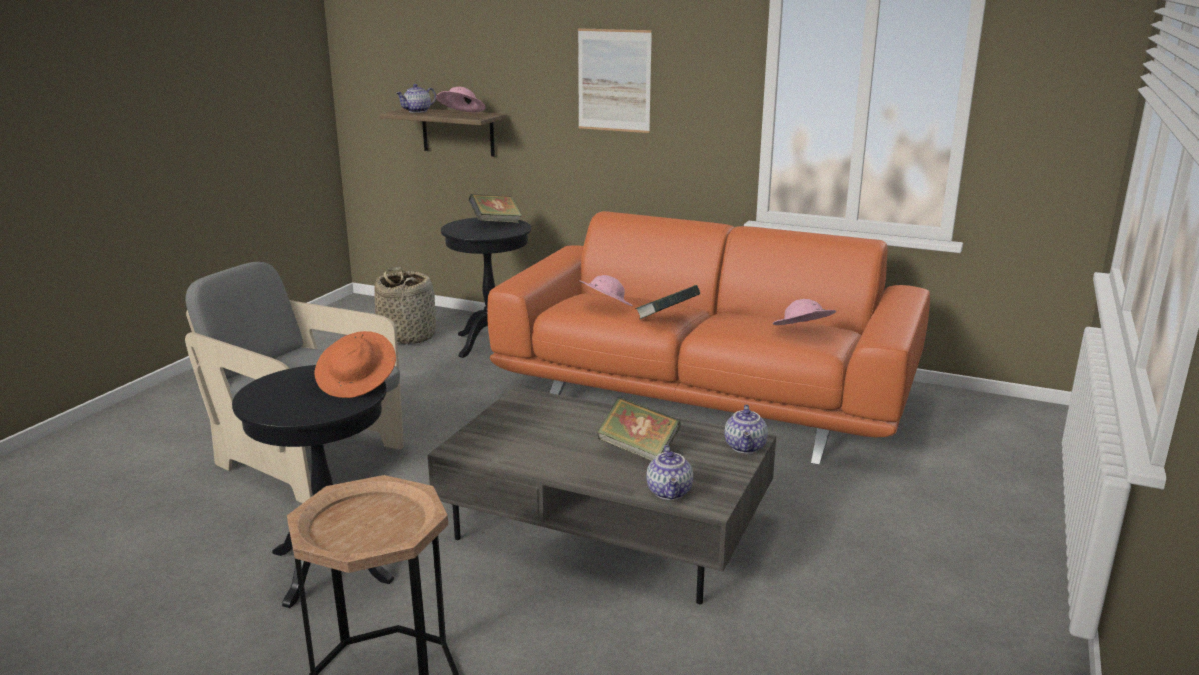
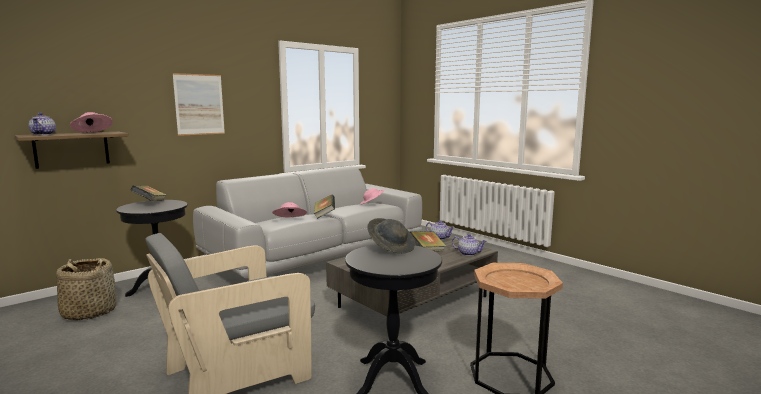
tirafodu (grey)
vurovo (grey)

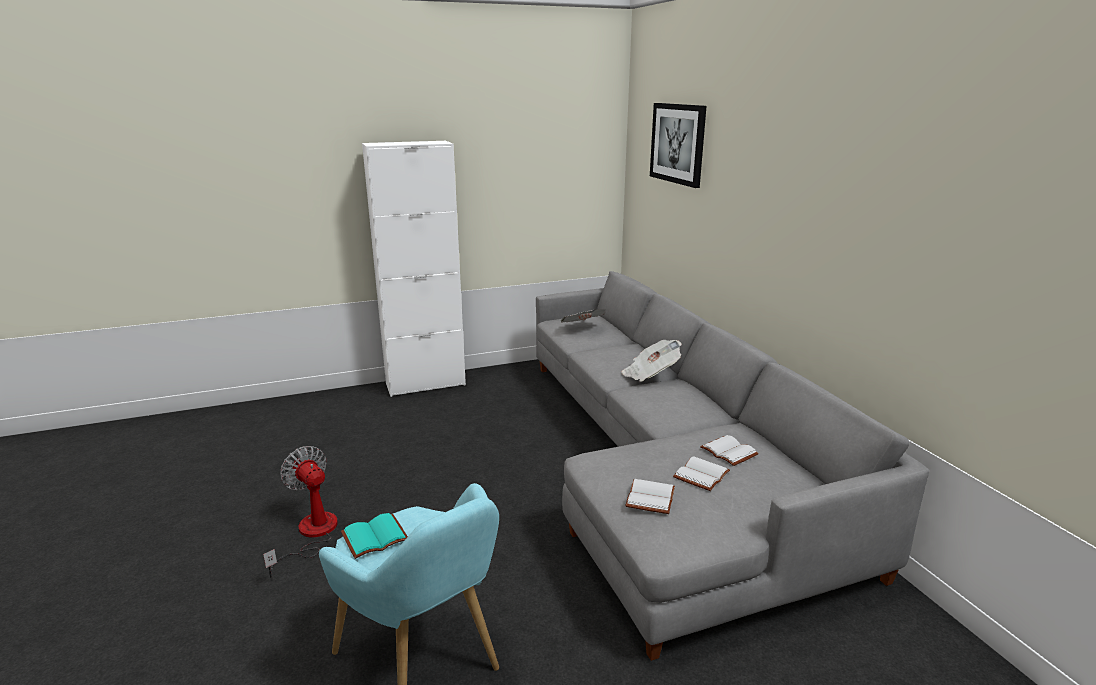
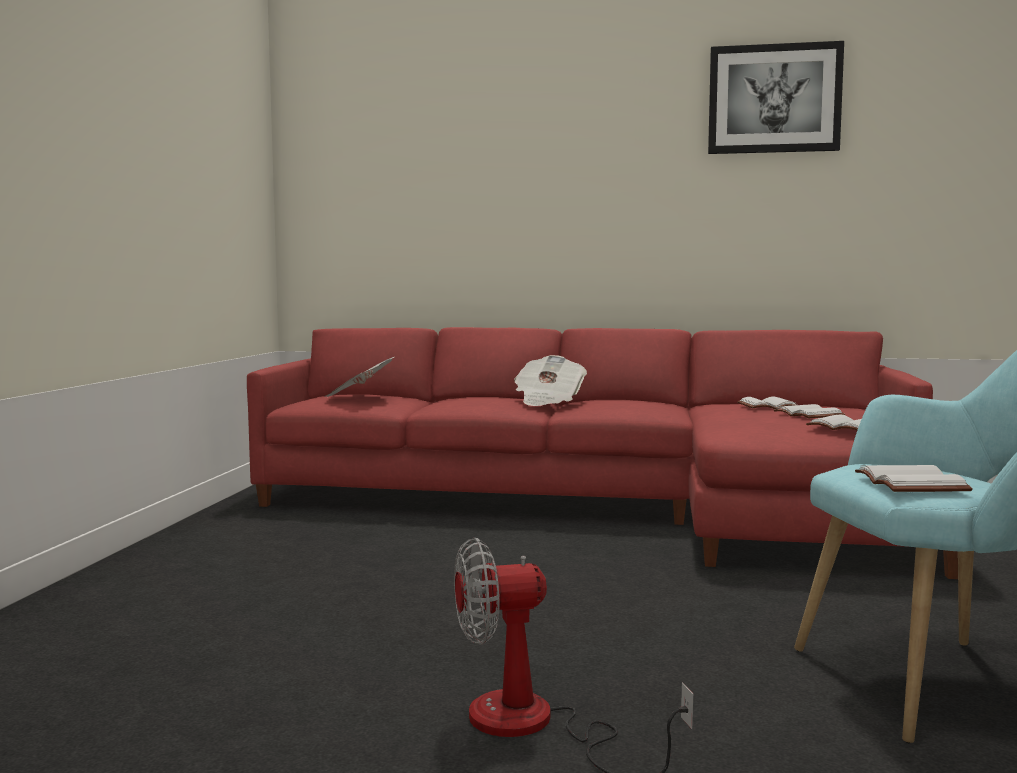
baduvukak
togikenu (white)
tirafodu (red)
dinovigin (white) (no. 4 from left)

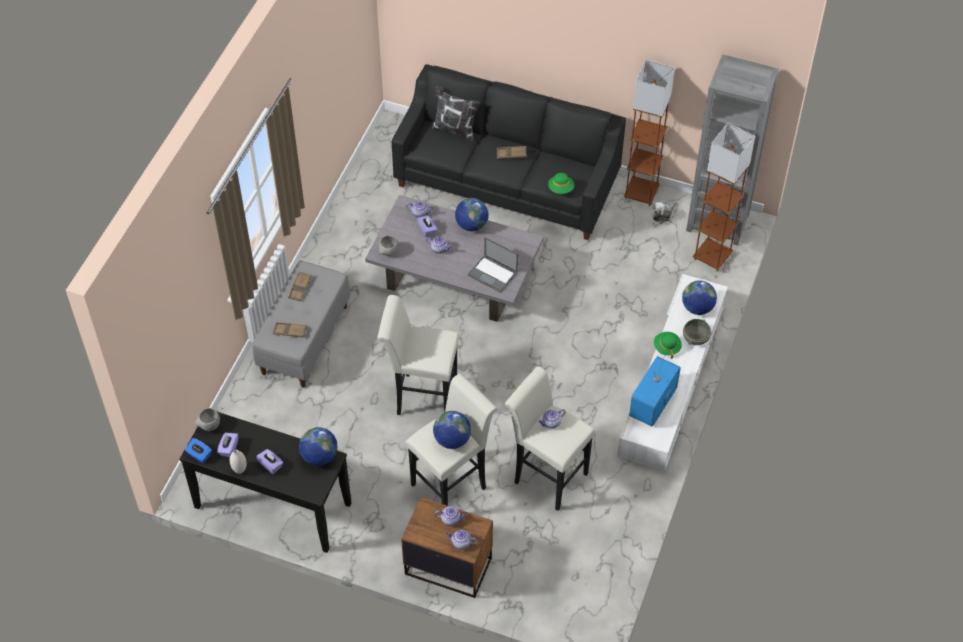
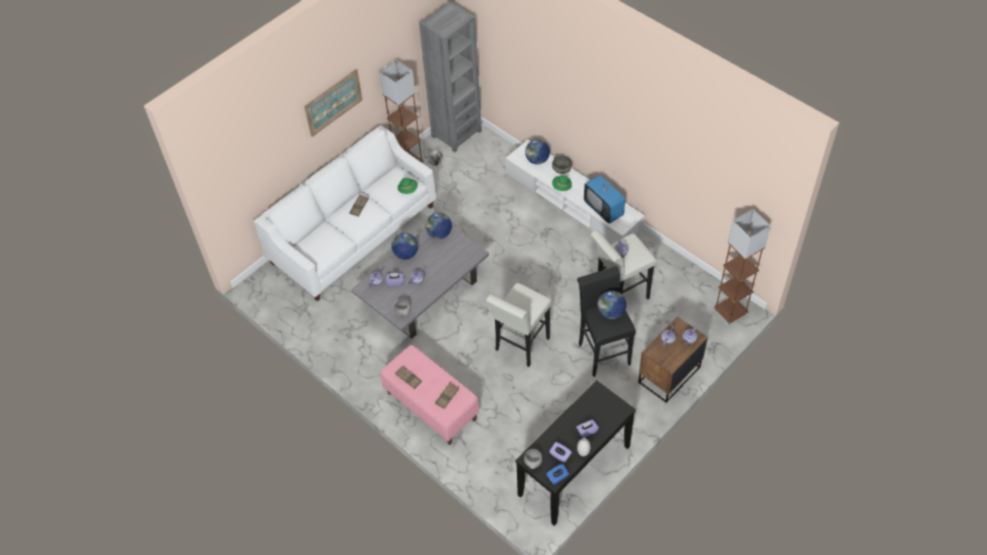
tirafodu (white)
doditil
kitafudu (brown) (no. 2 from left)
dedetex
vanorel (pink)
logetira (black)
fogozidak (no. 2 from left)
baduvukak

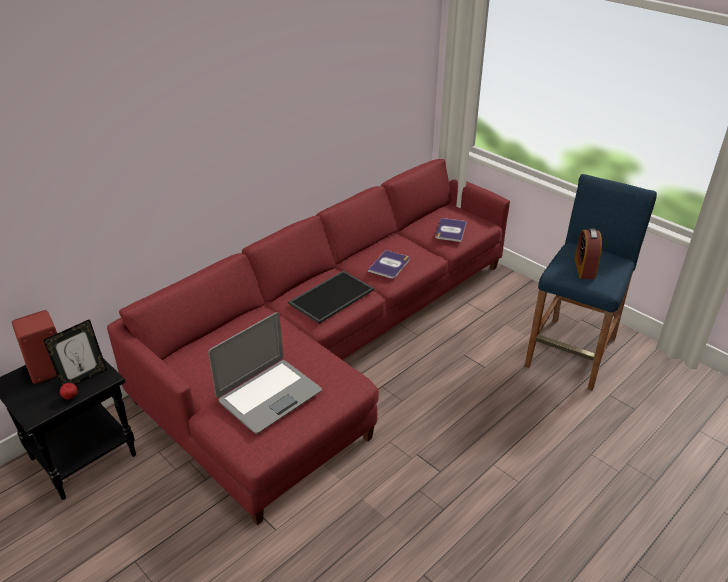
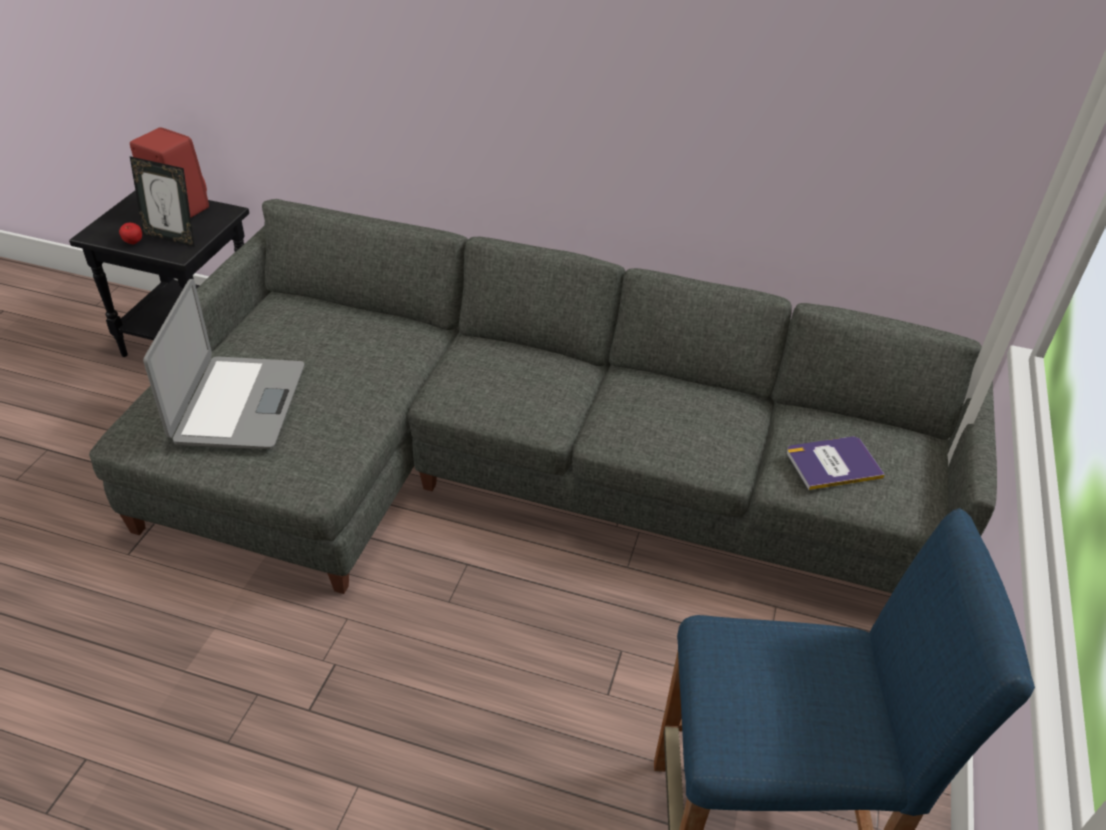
tirafodu (grey)
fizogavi
dinovigin (no. 1 from left in the first image)
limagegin
dedetex

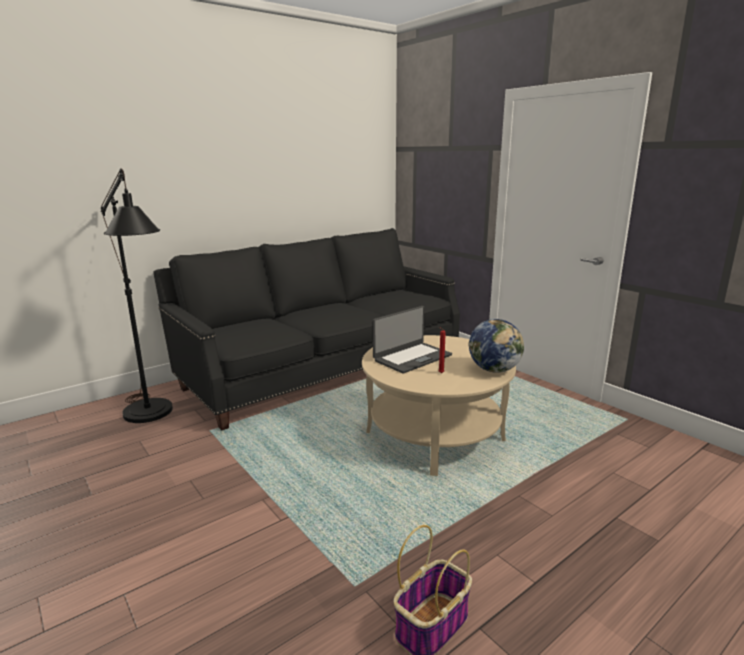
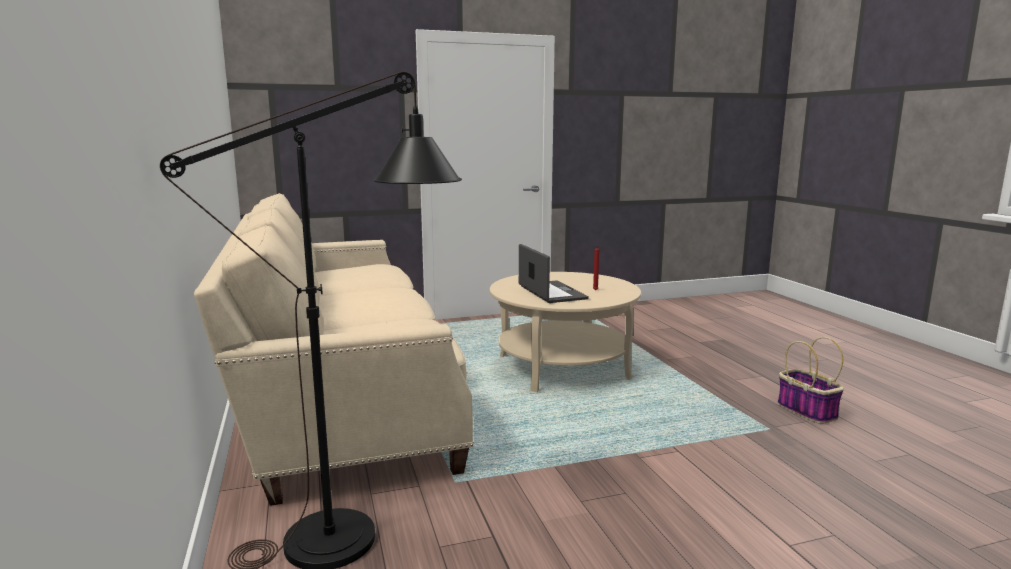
tirafodu (beige)
fogozidak

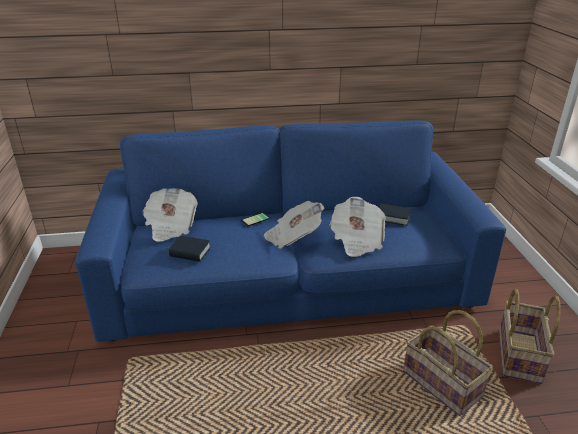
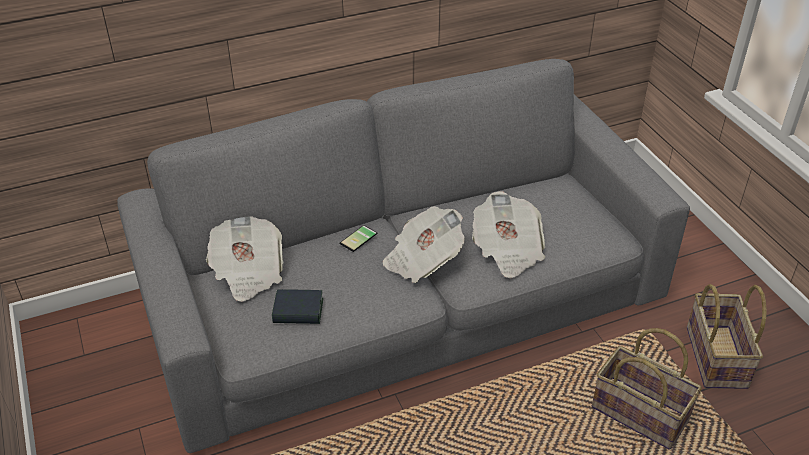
tirafodu (grey)
dinovigin (no. 2 from left in the first image)

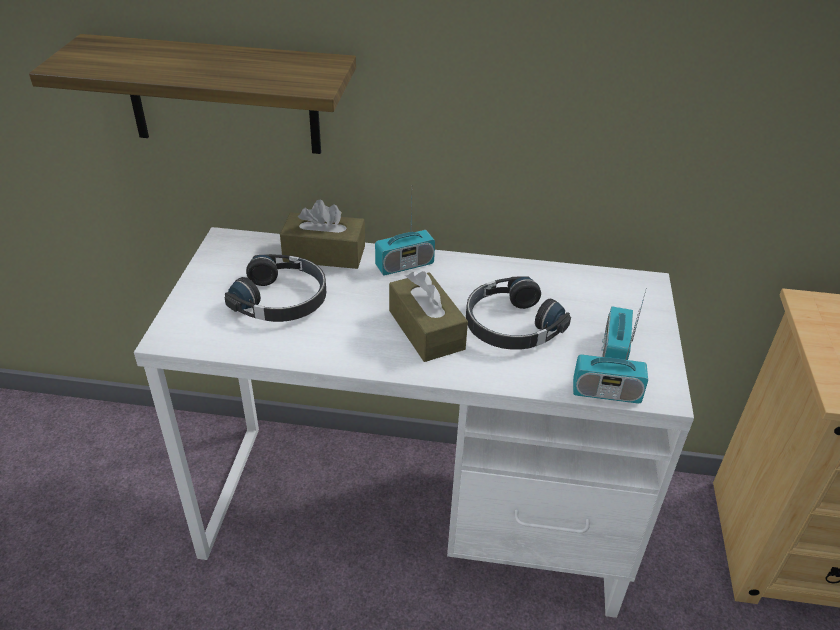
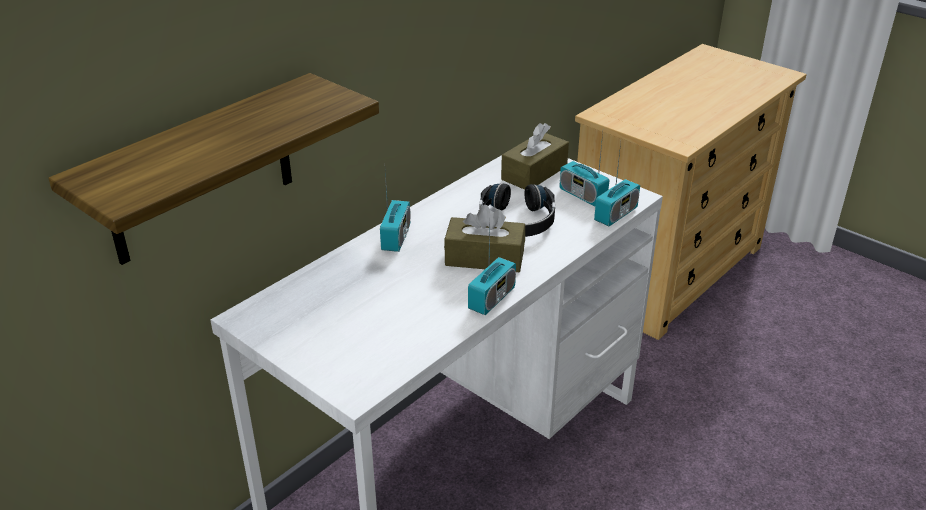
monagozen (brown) (no. 2 from left)
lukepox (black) (no. 1 from left in the first image)
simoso (no. 2 from left)

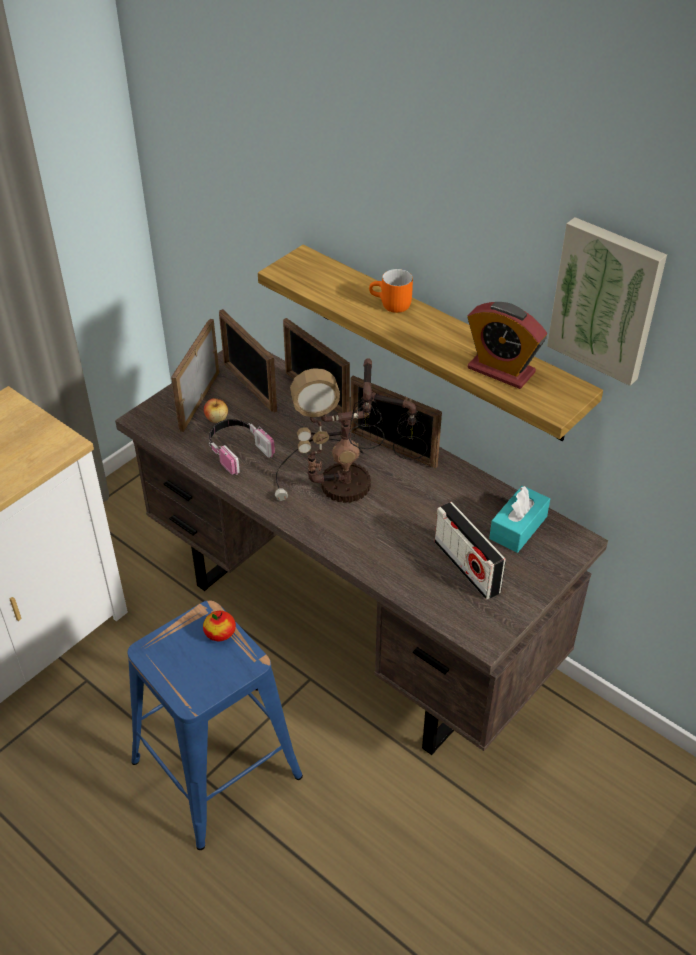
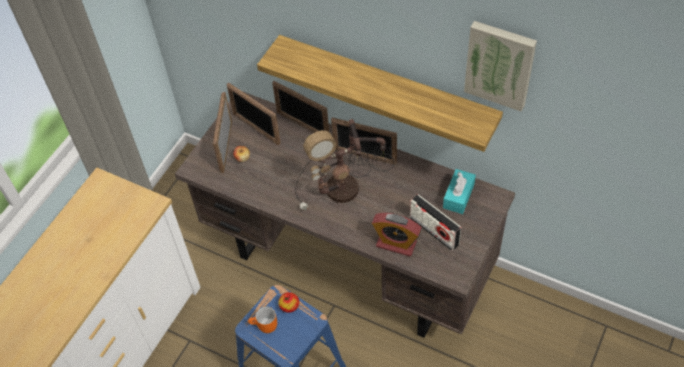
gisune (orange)
fizogavi
lukepox

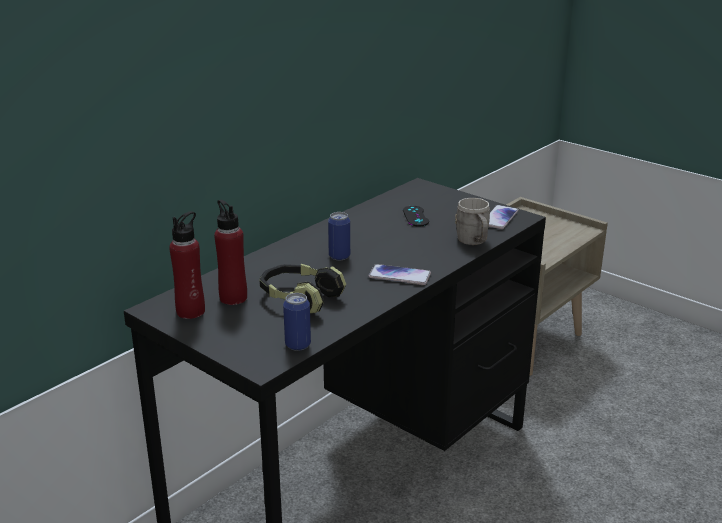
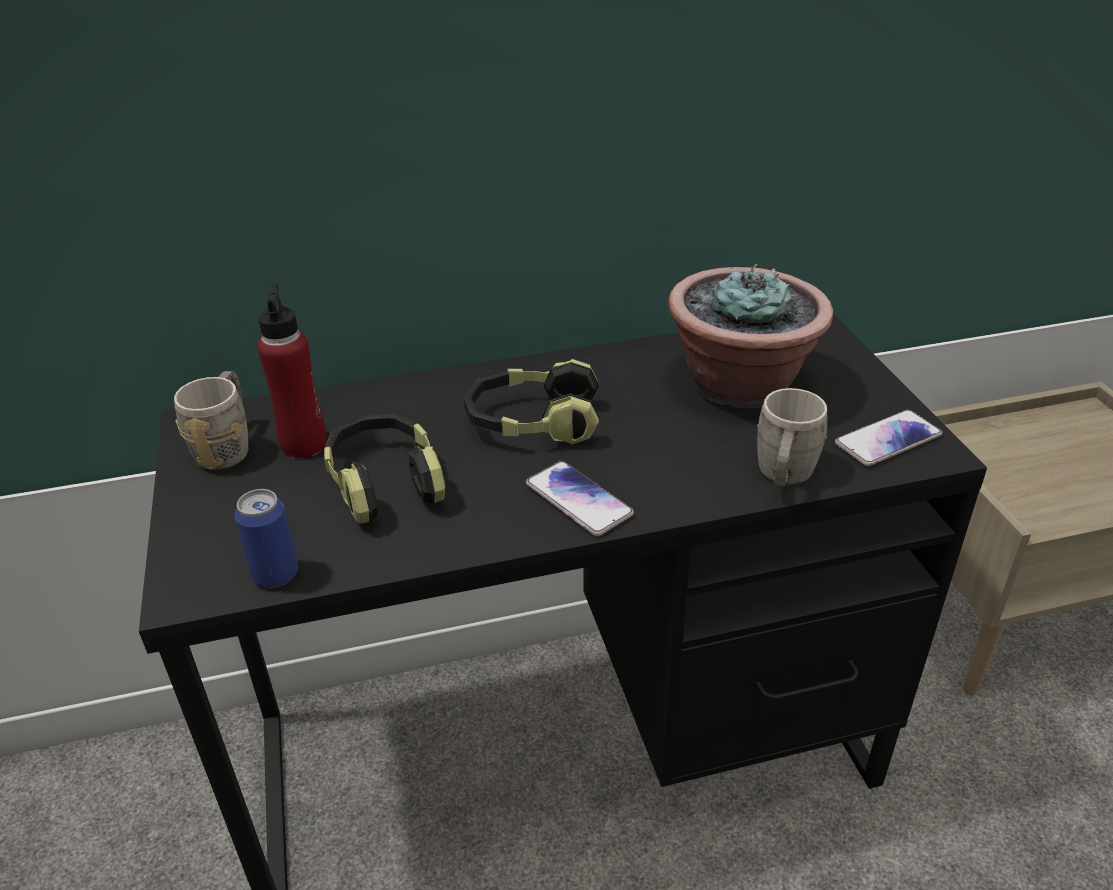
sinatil
gisune (grey) (no. 1 from left)
lukepox (no. 2 from left)

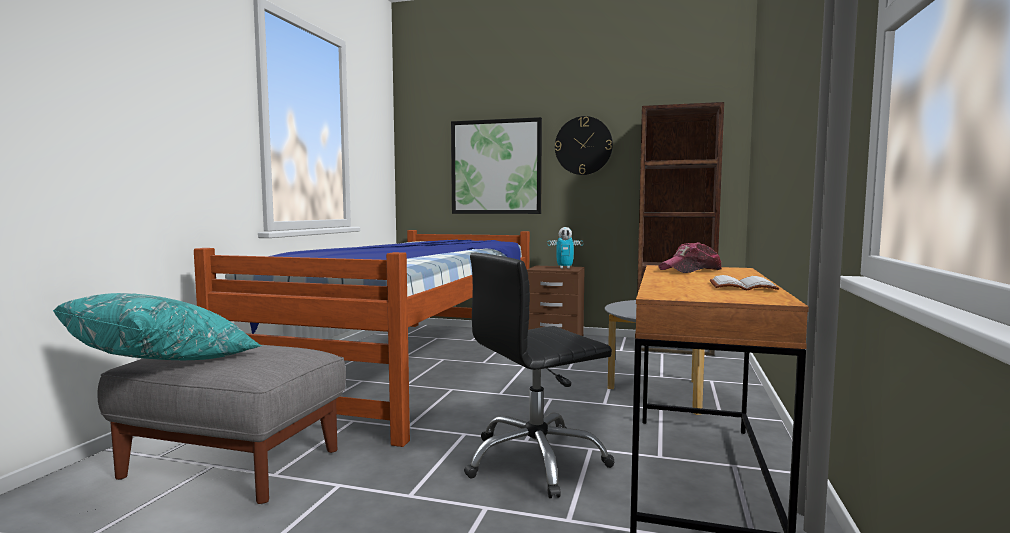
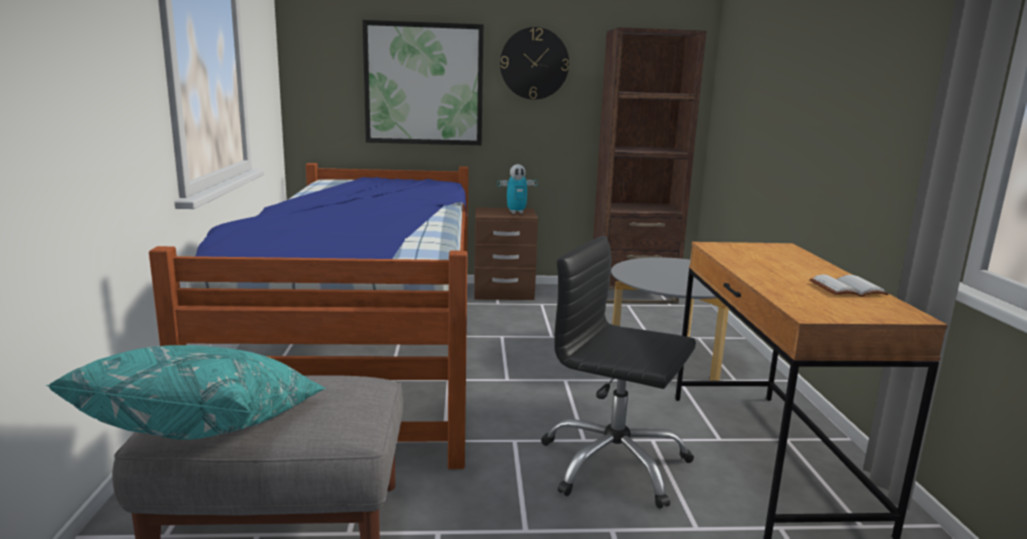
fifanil
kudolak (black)

